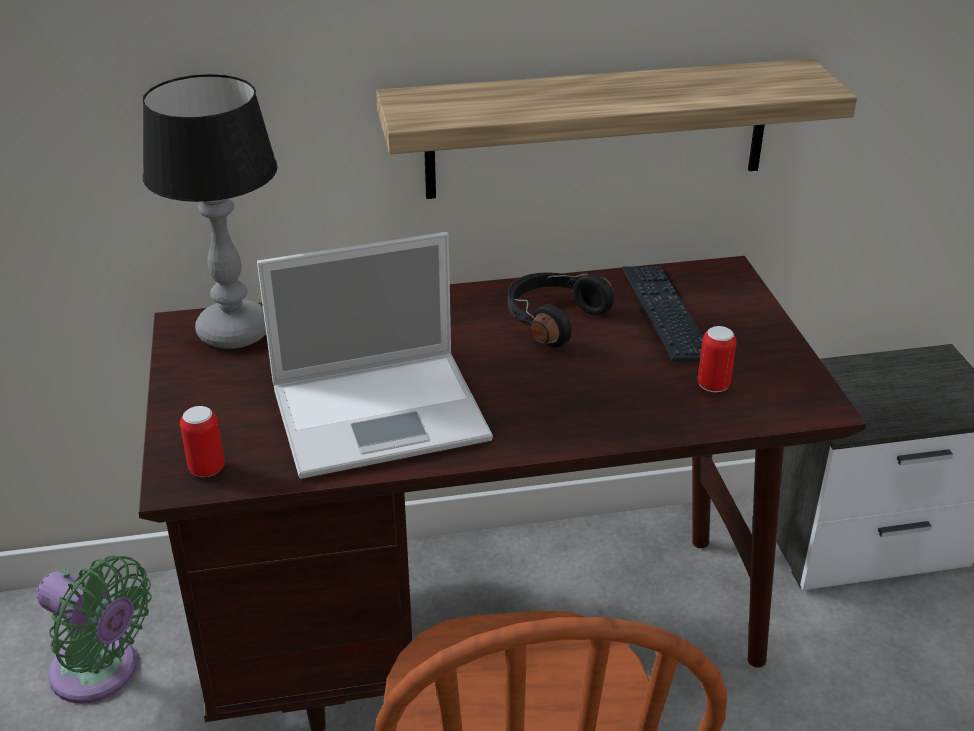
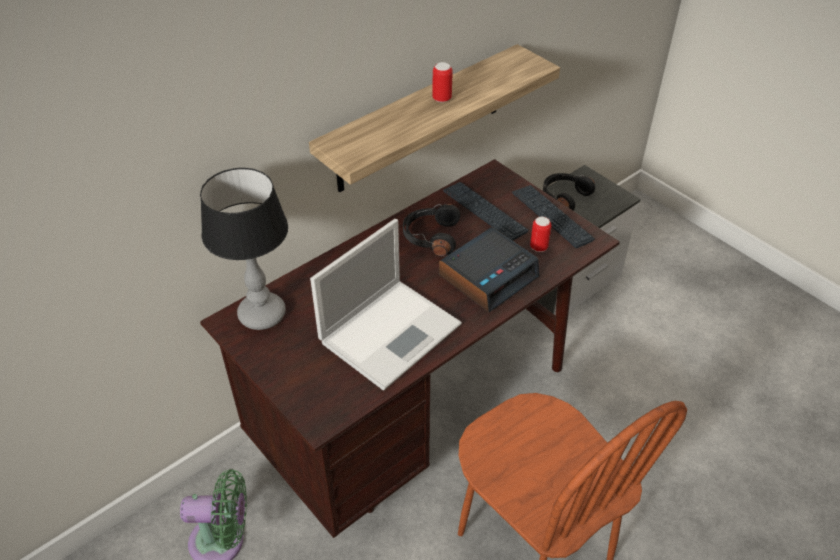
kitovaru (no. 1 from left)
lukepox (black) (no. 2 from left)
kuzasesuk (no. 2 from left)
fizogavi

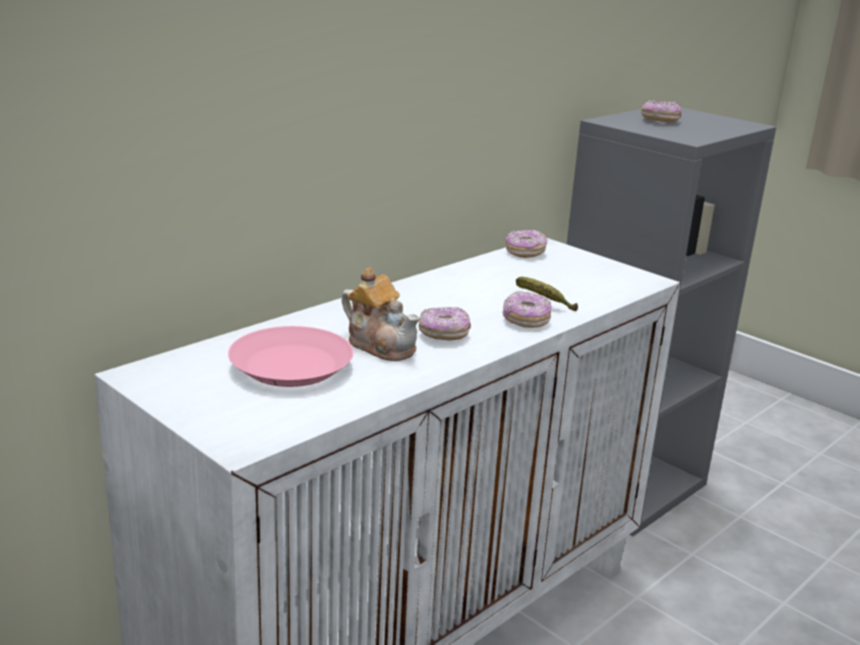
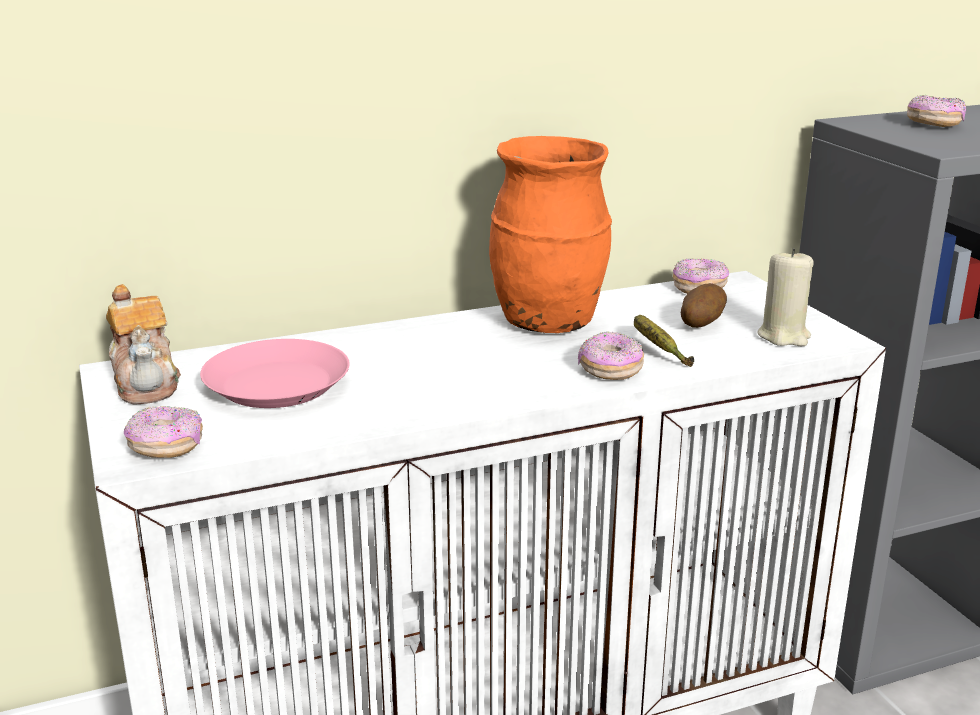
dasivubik
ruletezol (no. 1 from left)
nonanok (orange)
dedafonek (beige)
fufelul

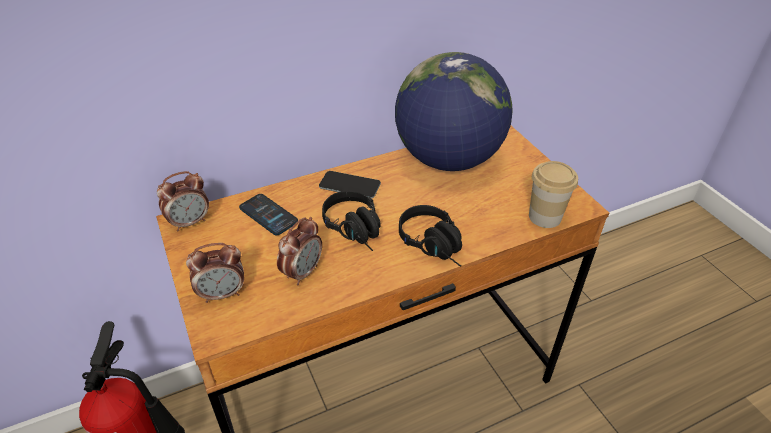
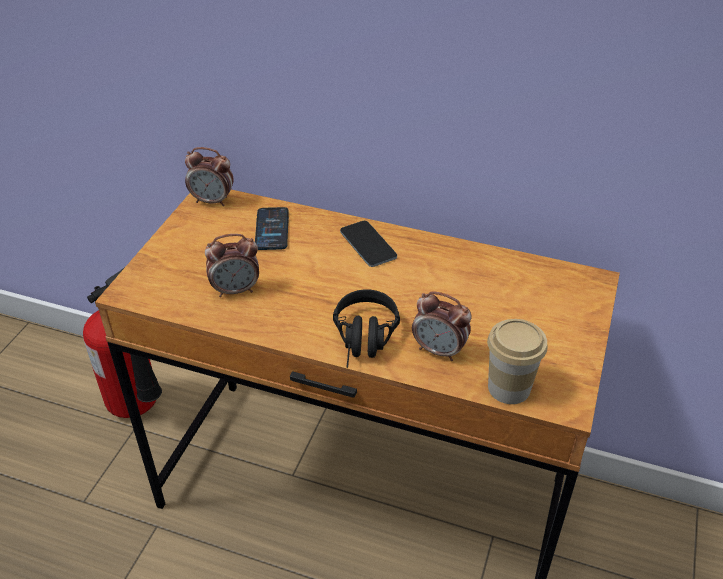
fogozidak
lukepox (black) (no. 1 from left in the first image)
fizogavi (no. 3 from left)

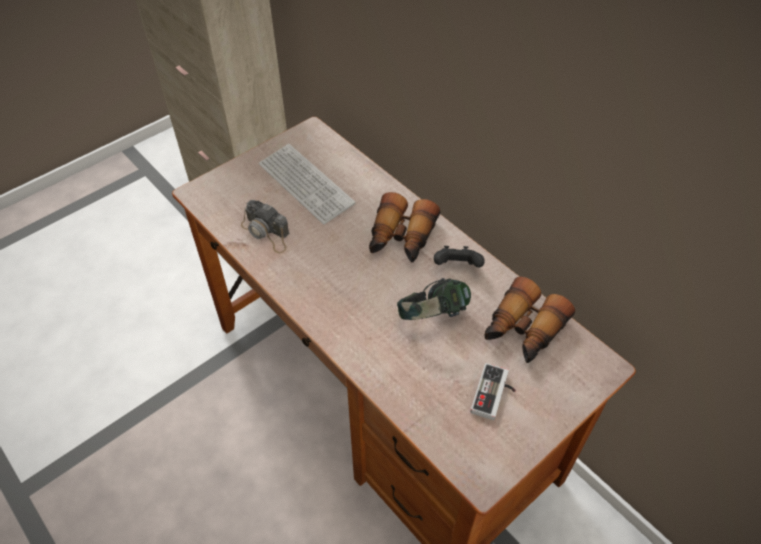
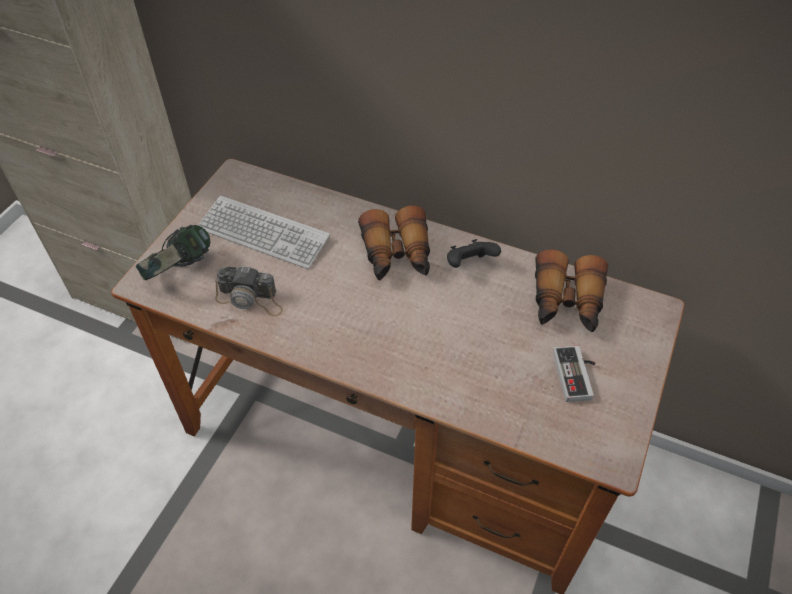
lukepox

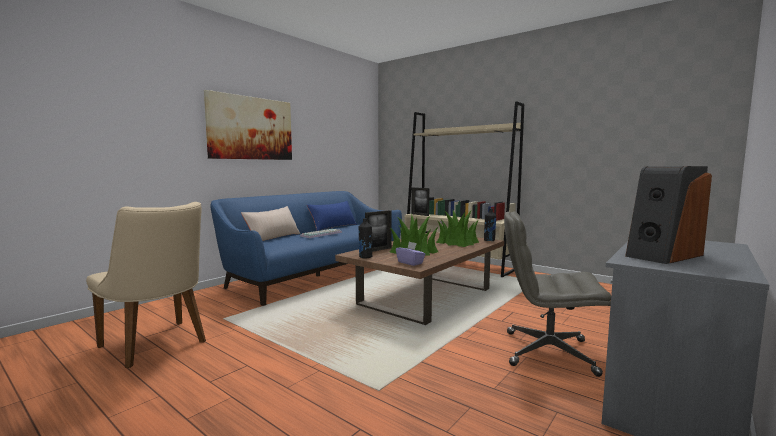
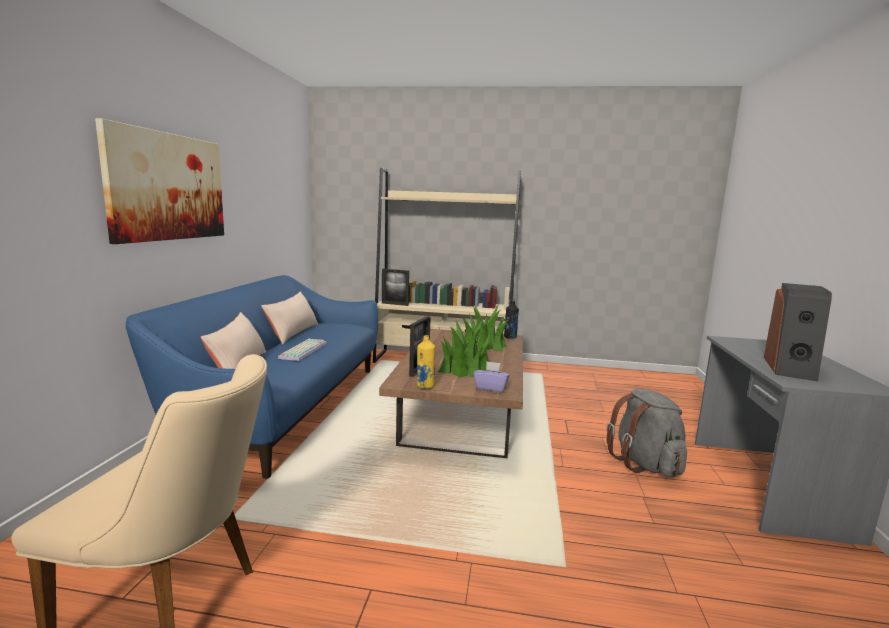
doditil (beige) (no. 2 from left)
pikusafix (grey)
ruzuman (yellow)

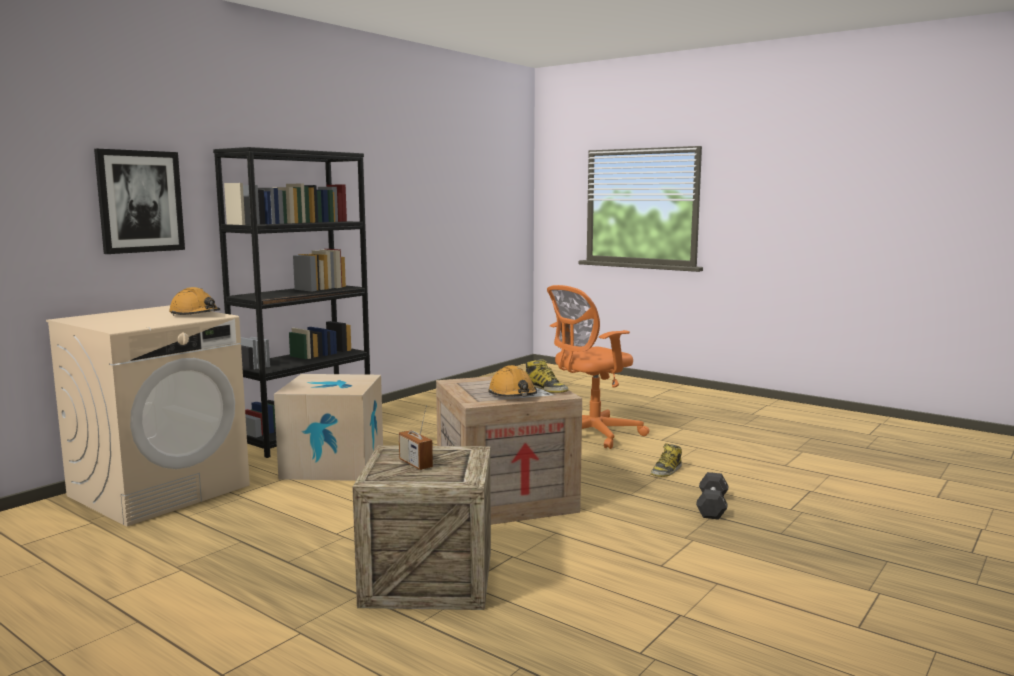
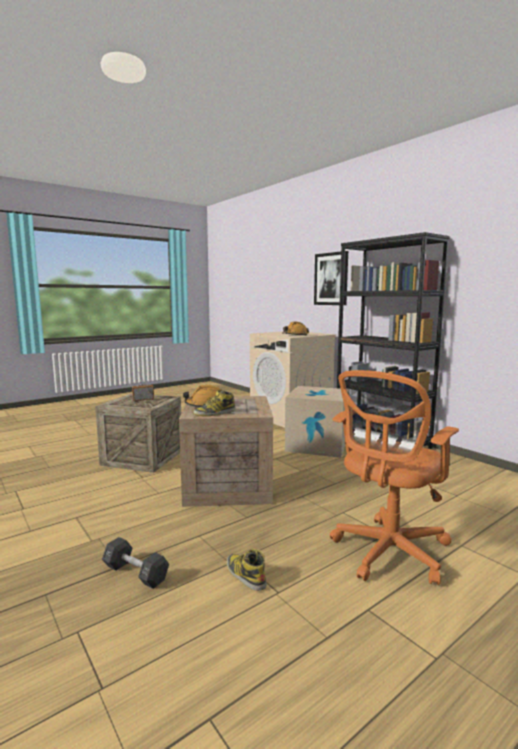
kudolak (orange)

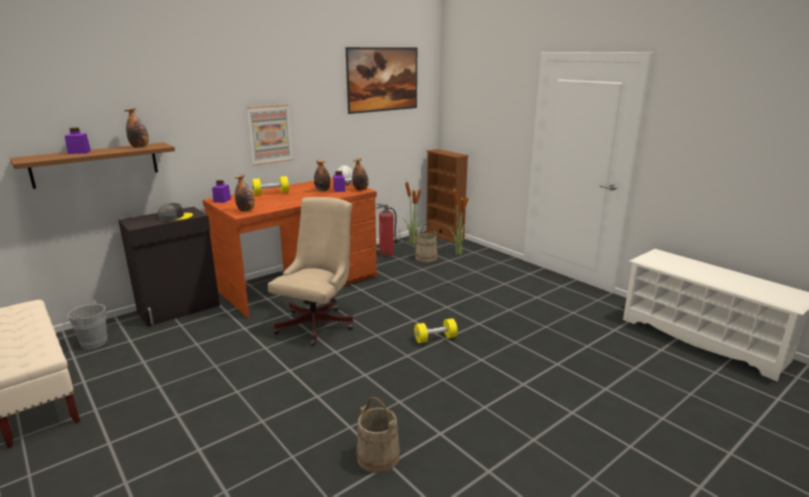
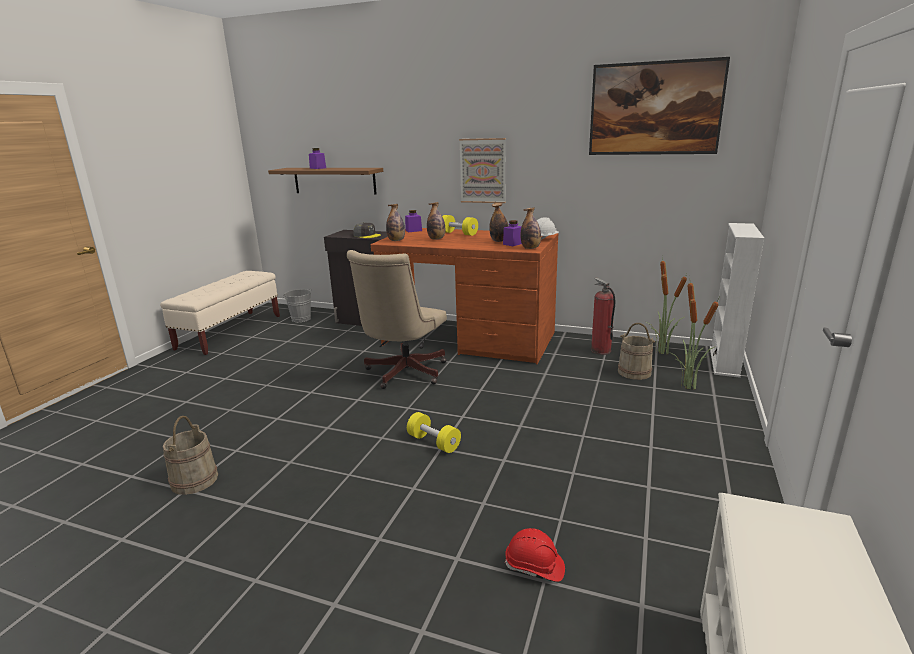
ruzuman (no. 2 from left)
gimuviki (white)
kudolak (beige)
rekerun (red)

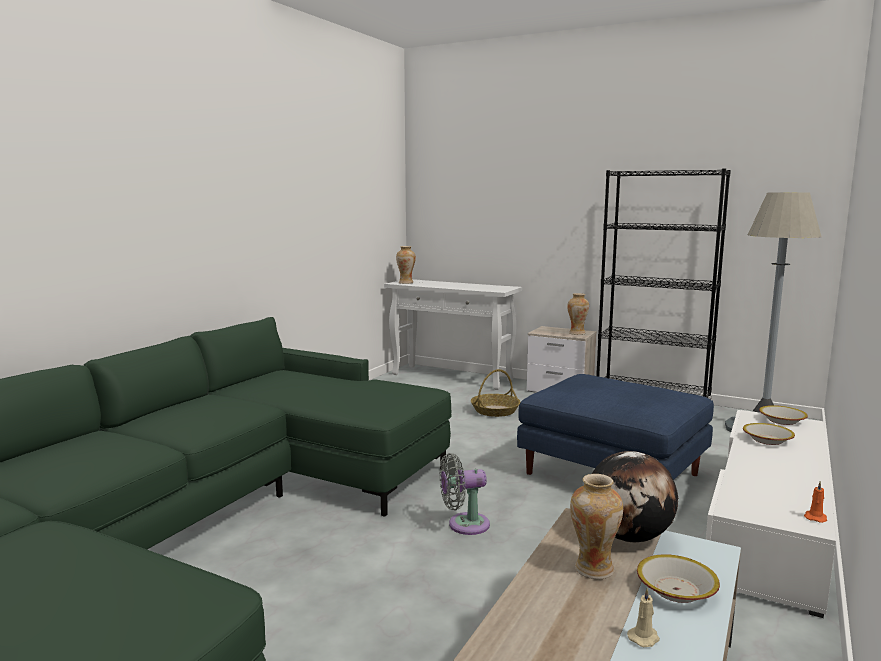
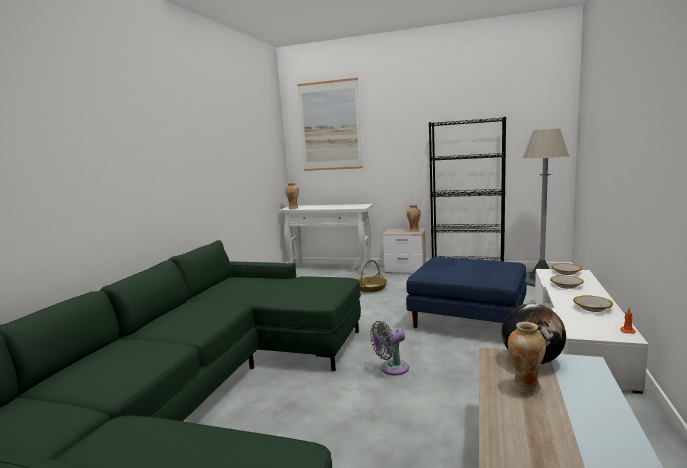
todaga (no. 3 from left)
dedafonek (beige)
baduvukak

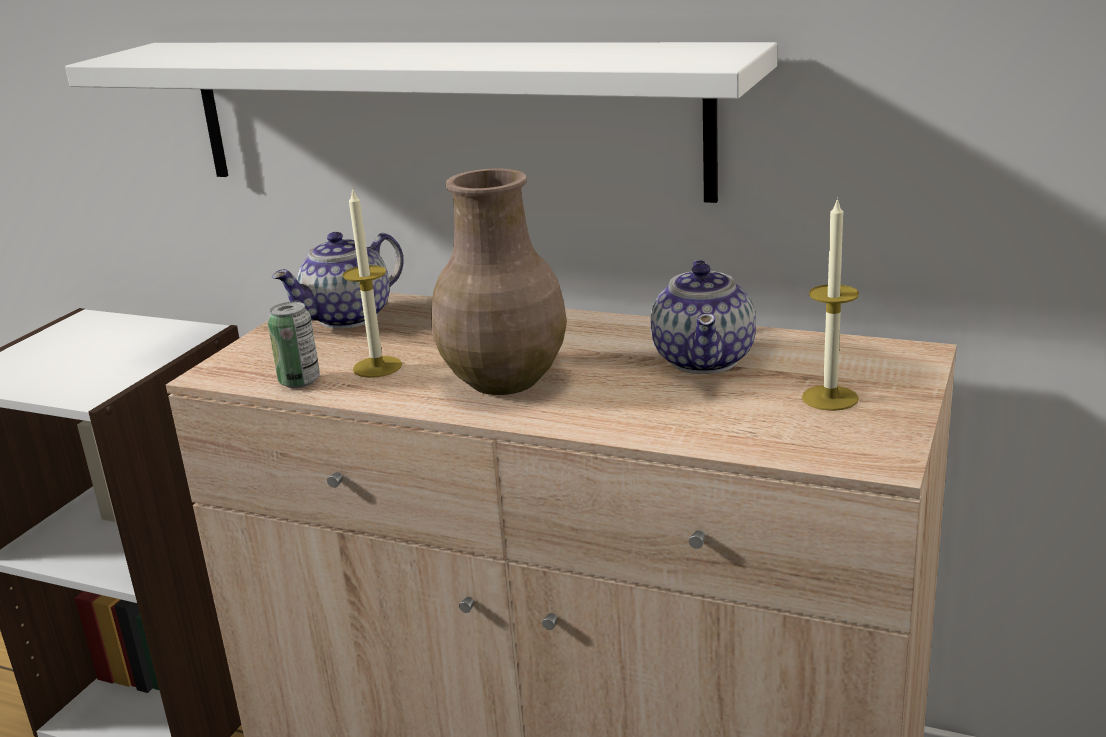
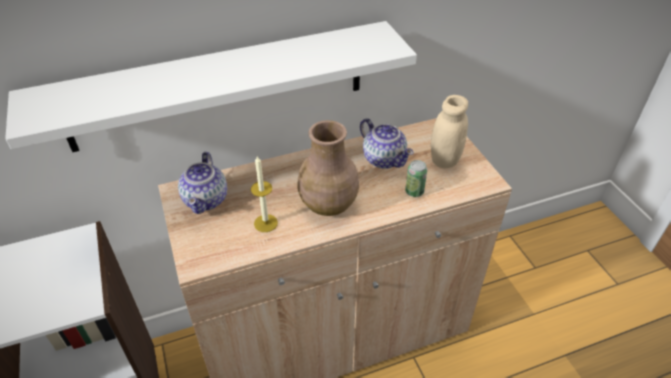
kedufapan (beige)
kitovaru

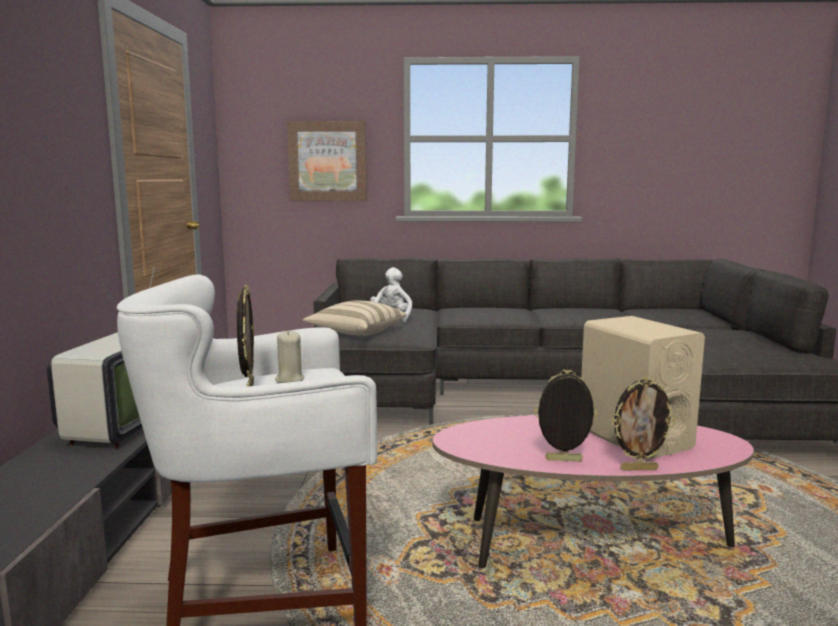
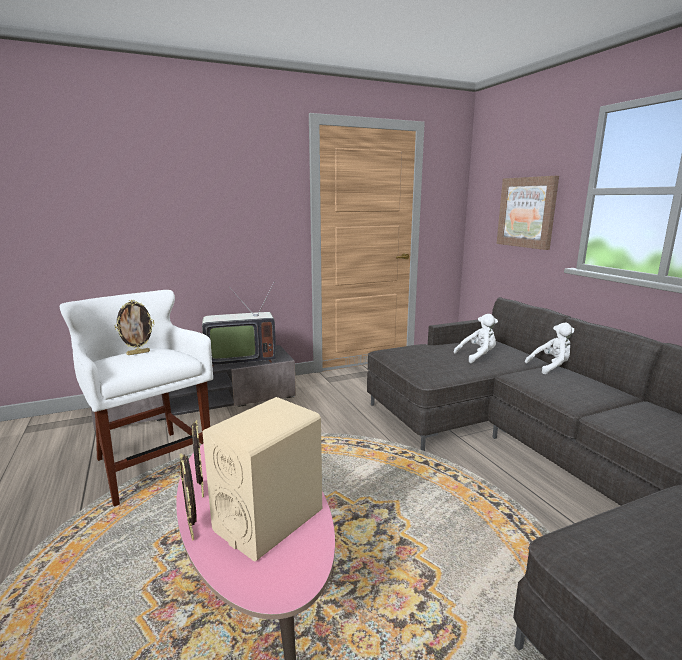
doditil (beige)
dedafonek (beige)
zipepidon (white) (no. 2 from left)

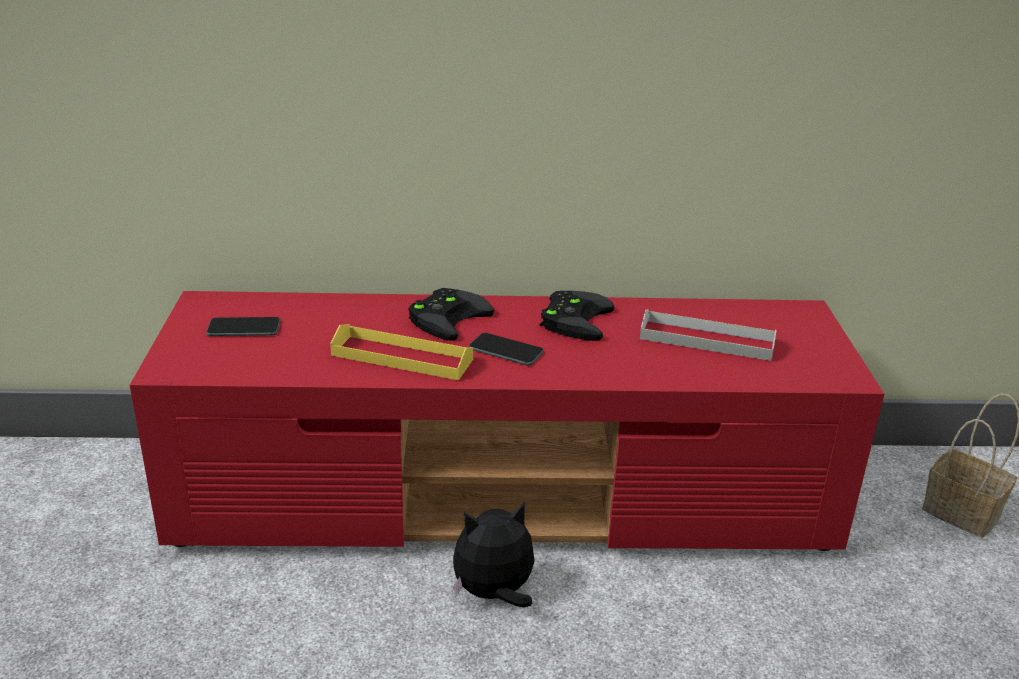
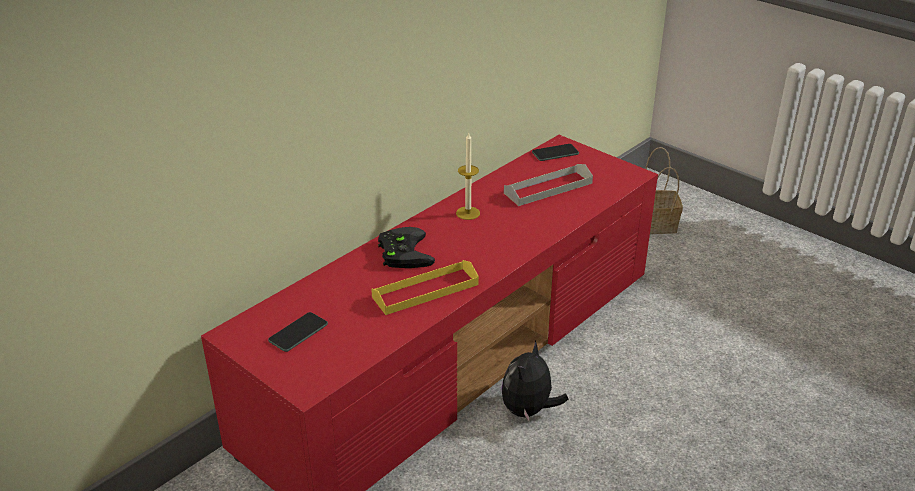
dedafonek
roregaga (no. 2 from left)

